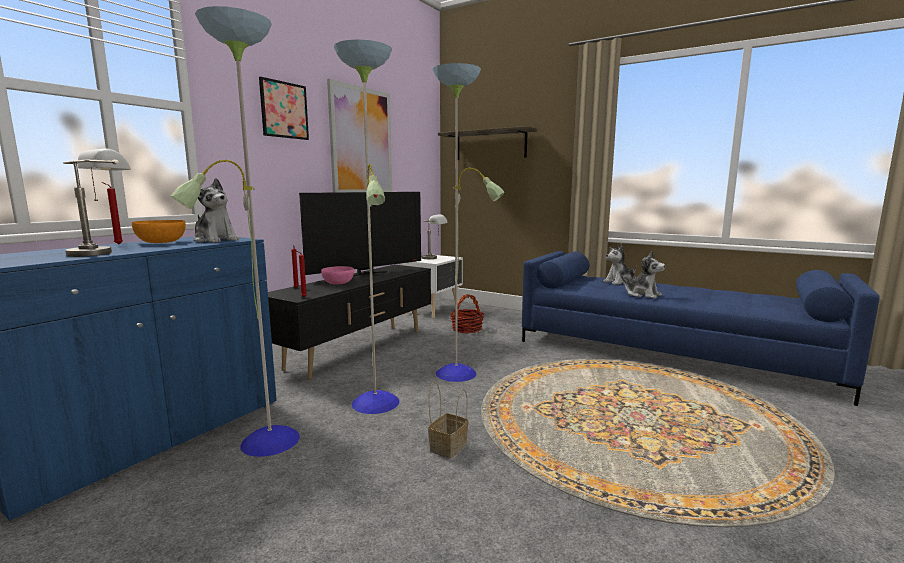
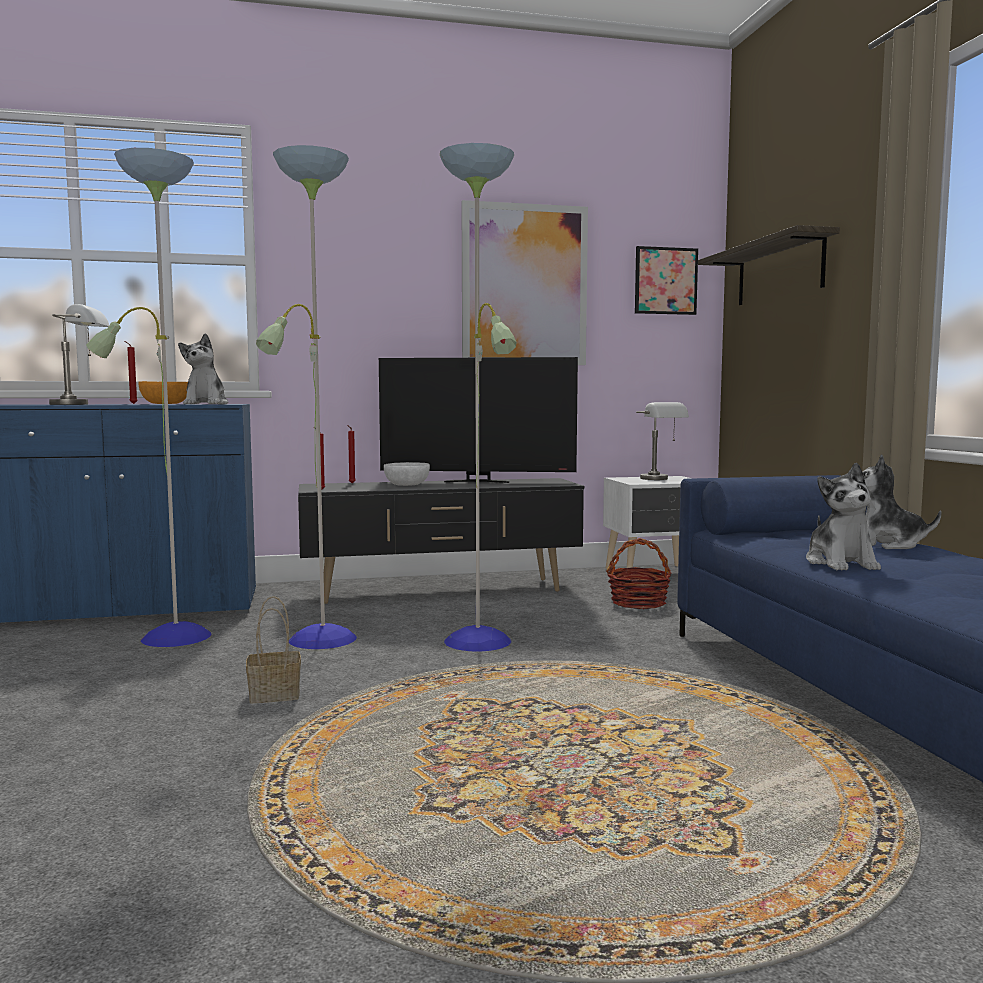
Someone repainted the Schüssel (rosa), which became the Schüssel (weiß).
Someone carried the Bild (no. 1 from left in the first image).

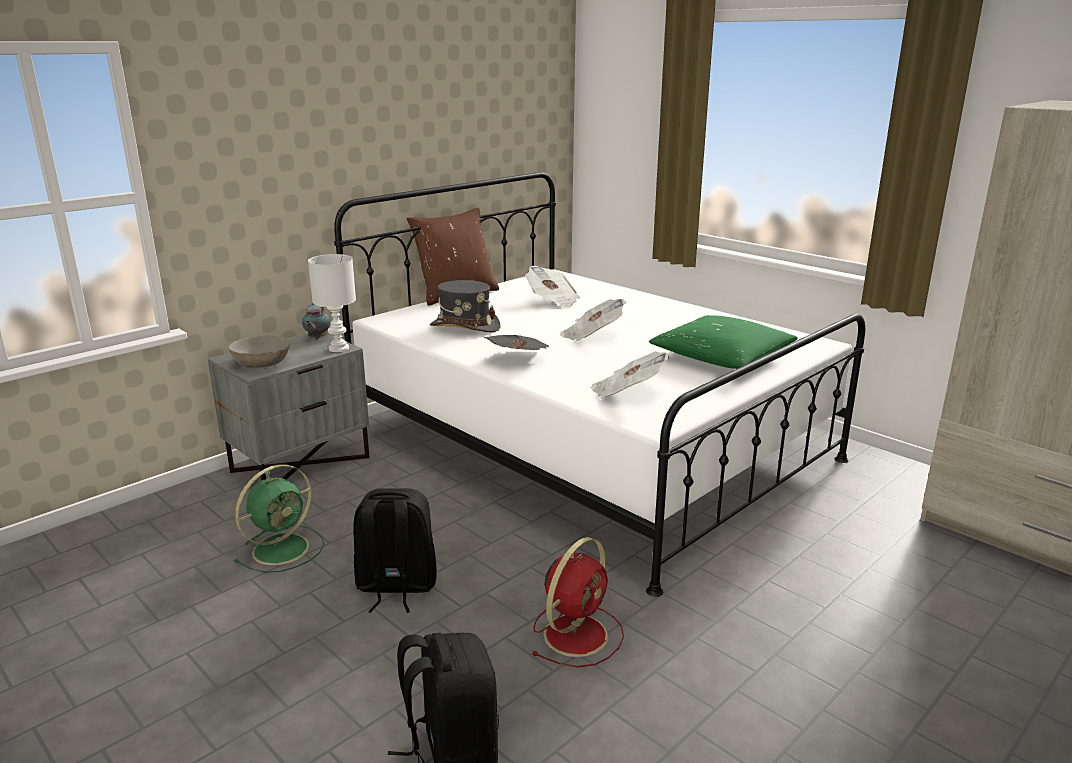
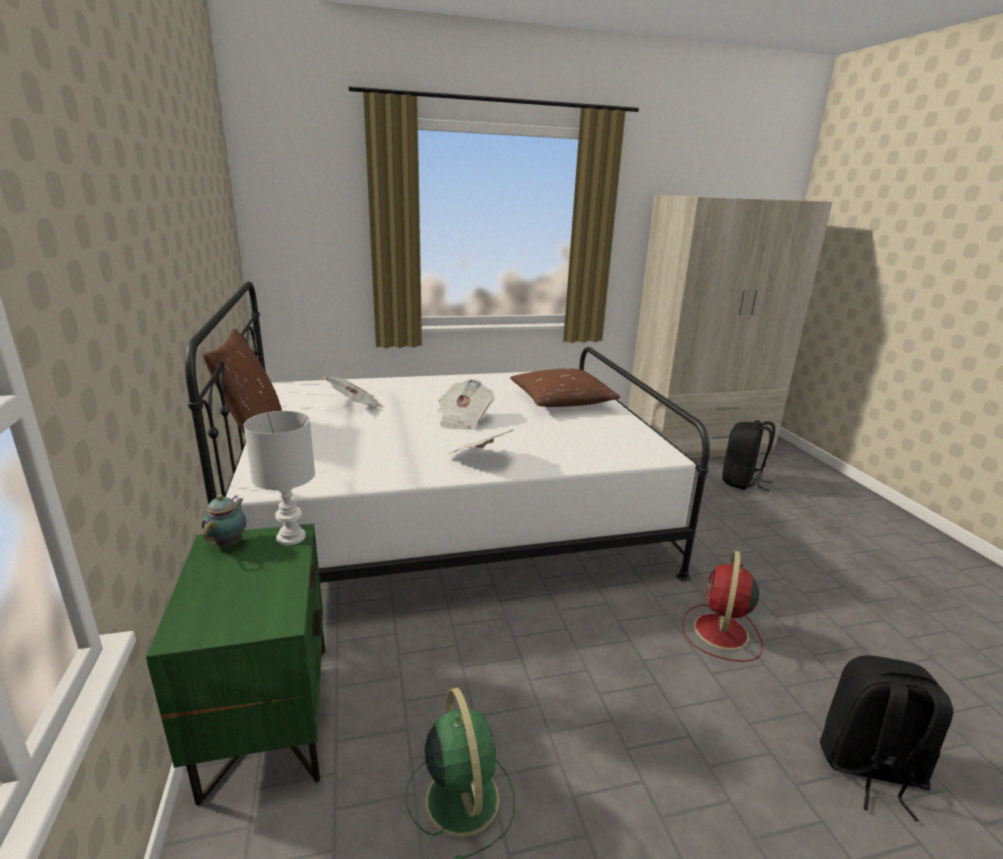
Someone repainted the Nachttisch (grau), which became the Nachttisch (grün).
Someone rotated the Teekanne by 120 degrees counterclockwise.
Someone repainted the Kissen (grün), which became the Kissen (braun) (no. 2 from left).
Someone rotated the Ventilator (rot) by 135 degrees counterclockwise.
Someone carried the Rucksack (schwarz) (no. 1 from left).
Someone took away the Schüssel (grau).
Someone took away the Hut (grau).
Someone took away the Zeitung (no. 4 from left).

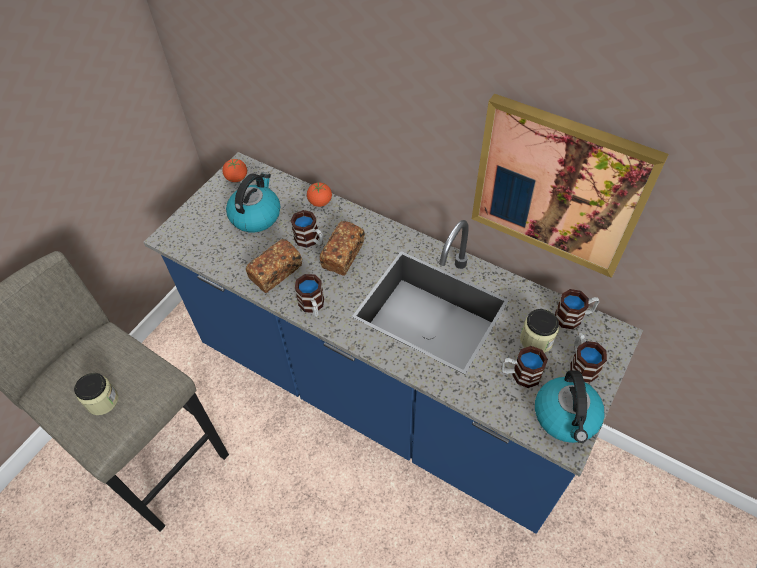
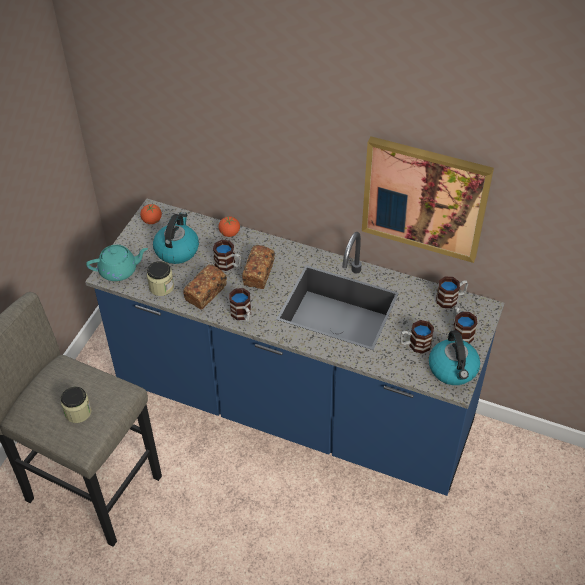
Someone put down the Teekanne (türkis).
Someone carried the Vorratsglas (no. 2 from left).

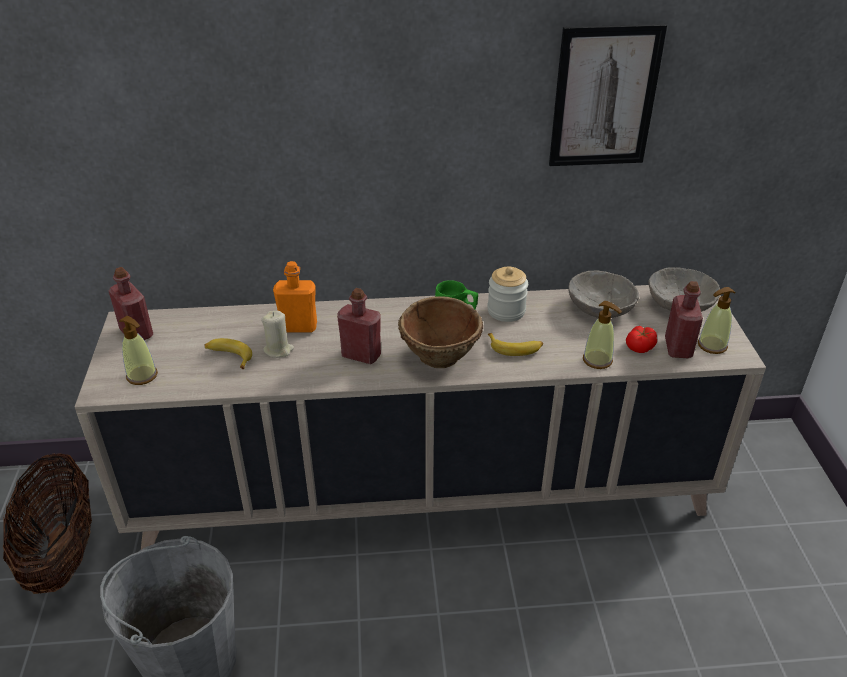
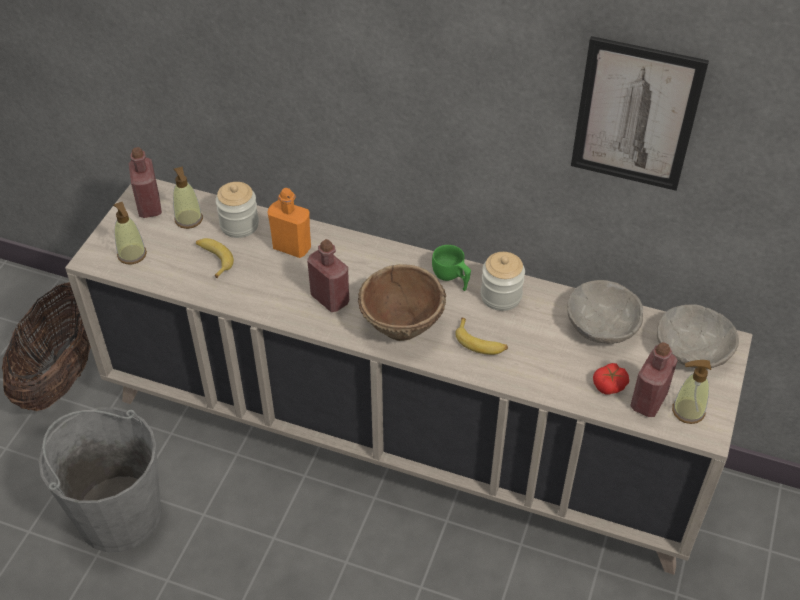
Someone carried the Seifenspender (no. 2 from left).
Someone put down the Vorratsglas (no. 1 from left).
Someone took away the Kerze (beige).

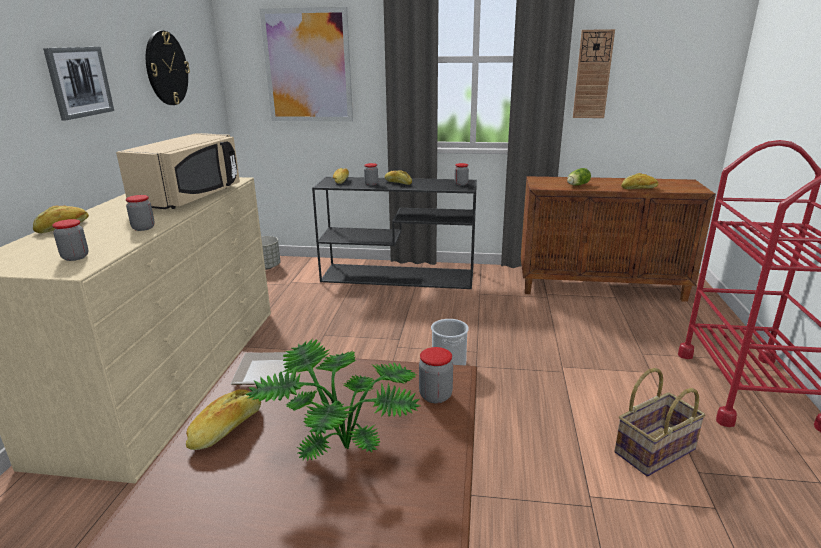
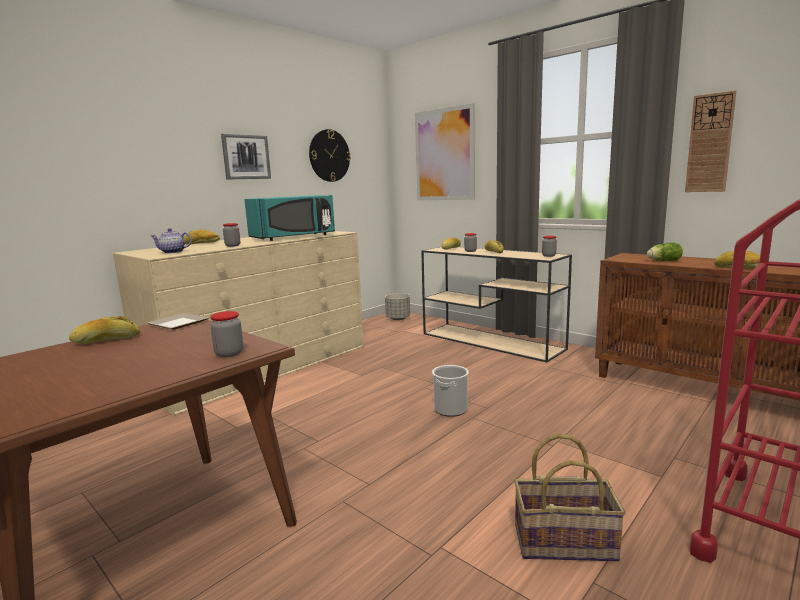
Someone swapped the Vorratsglas (no. 1 from left) for the Teekanne.
Someone repainted the Mikrowelle (beige), which became the Mikrowelle (türkis).
Someone repainted the Konsolentisch (schwarz), which became the Konsolentisch (beige).
Someone took away the Topfpflanze.

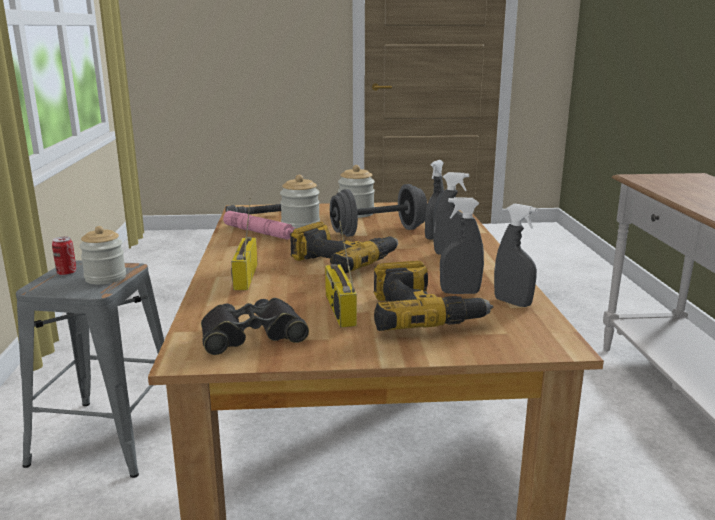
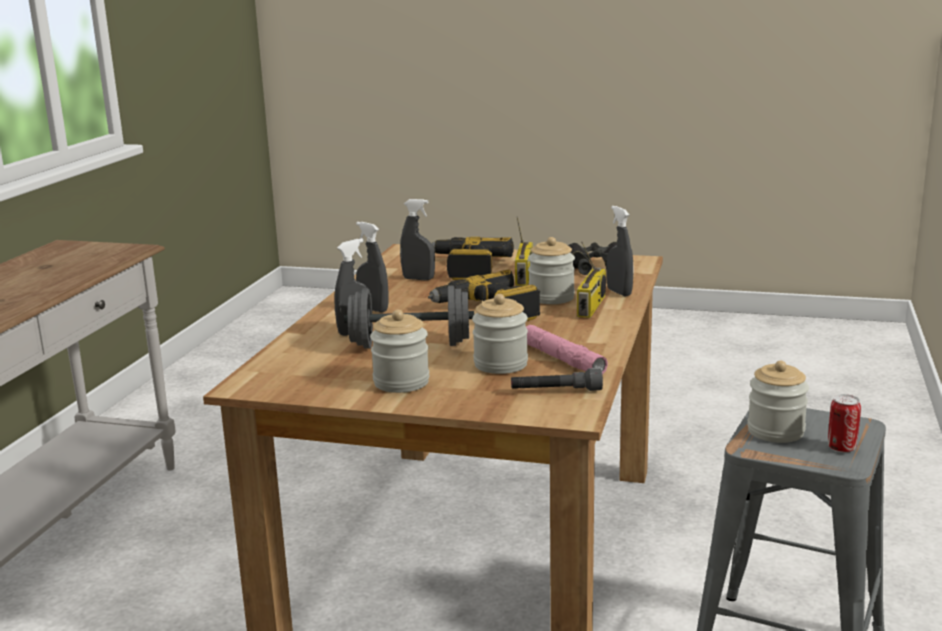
Someone put down the Vorratsglas (no. 3 from left).
Someone carried the Sprühflasche (grau) (no. 4 from left).

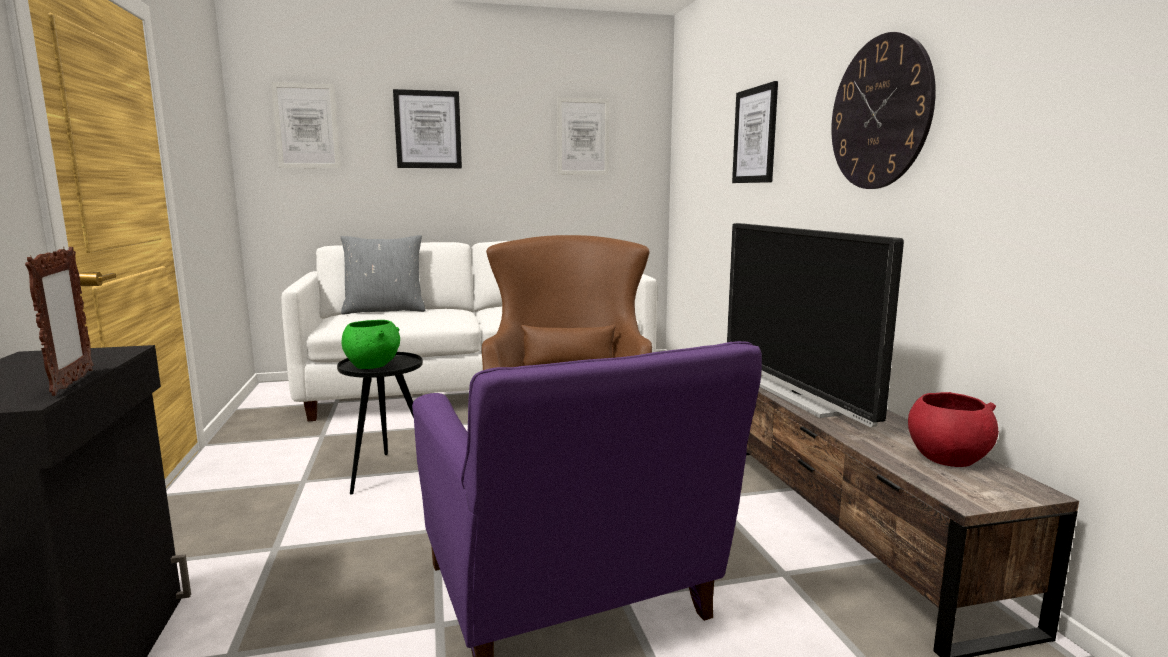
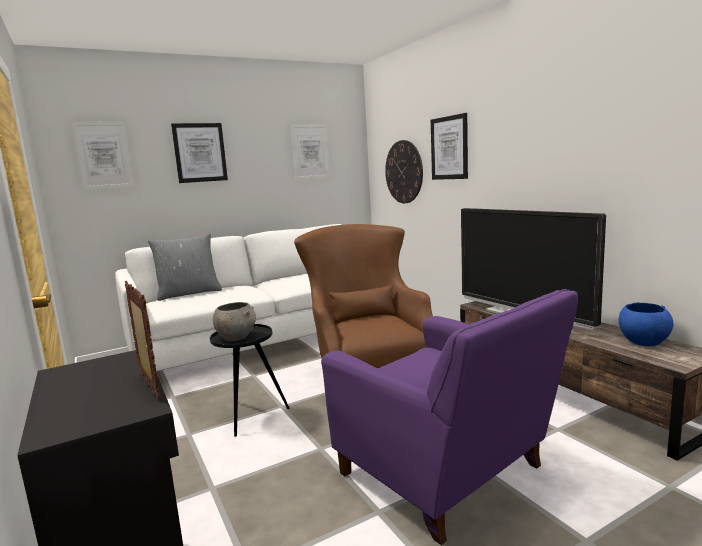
Someone repainted the Schüssel (grün), which became the Schüssel (grau).
Someone carried the Wanduhr.
Someone repainted the Schüssel (rot), which became the Schüssel (blau).

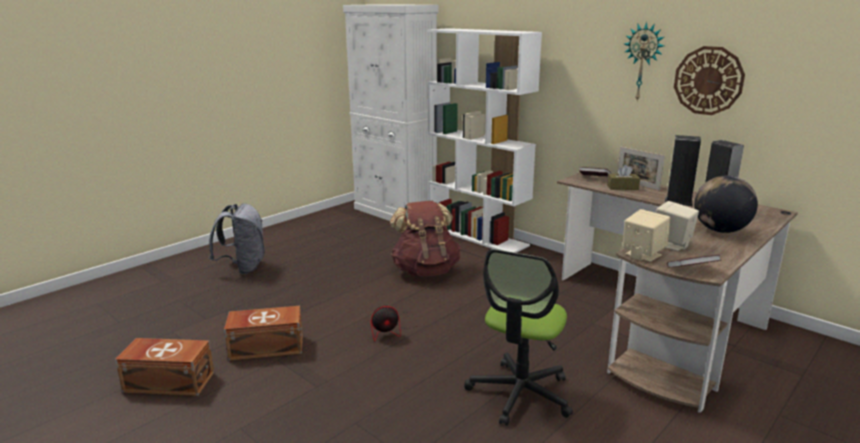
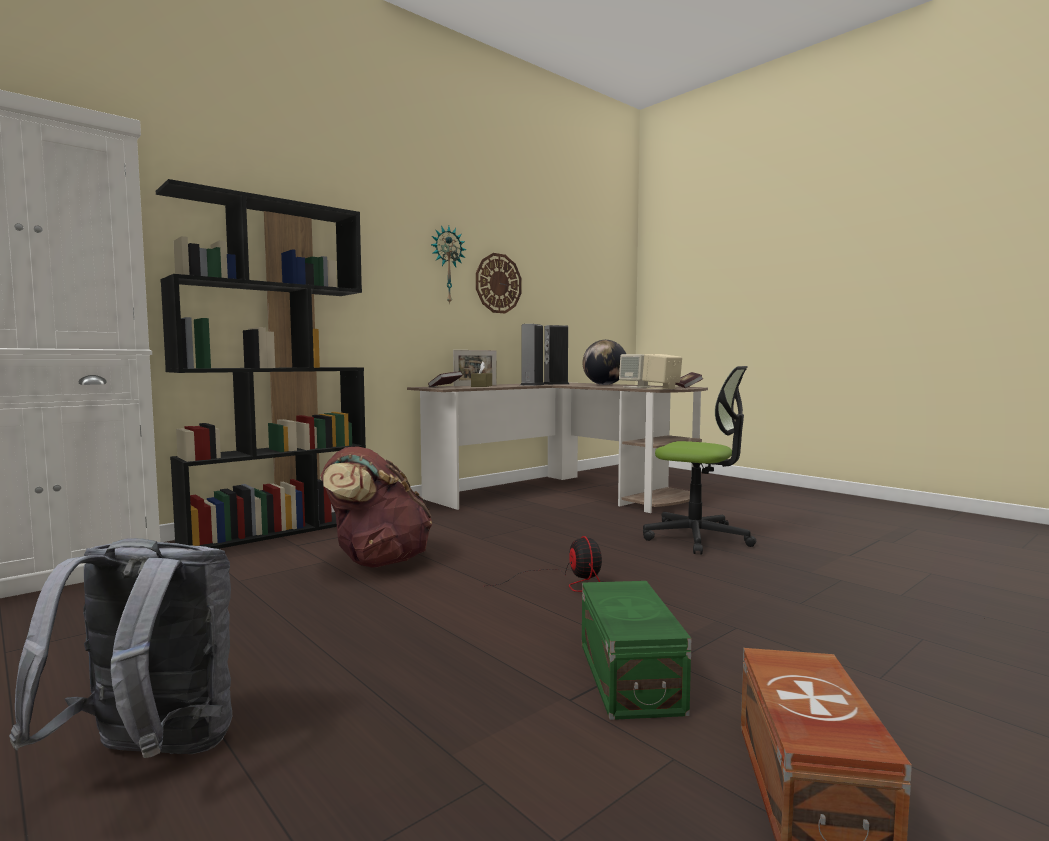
Someone repainted the Bücherregal (weiß), which became the Bücherregal (schwarz).
Someone repainted the Aufbewahrungsbox (braun) (no. 2 from left), which became the Aufbewahrungsbox (grün).

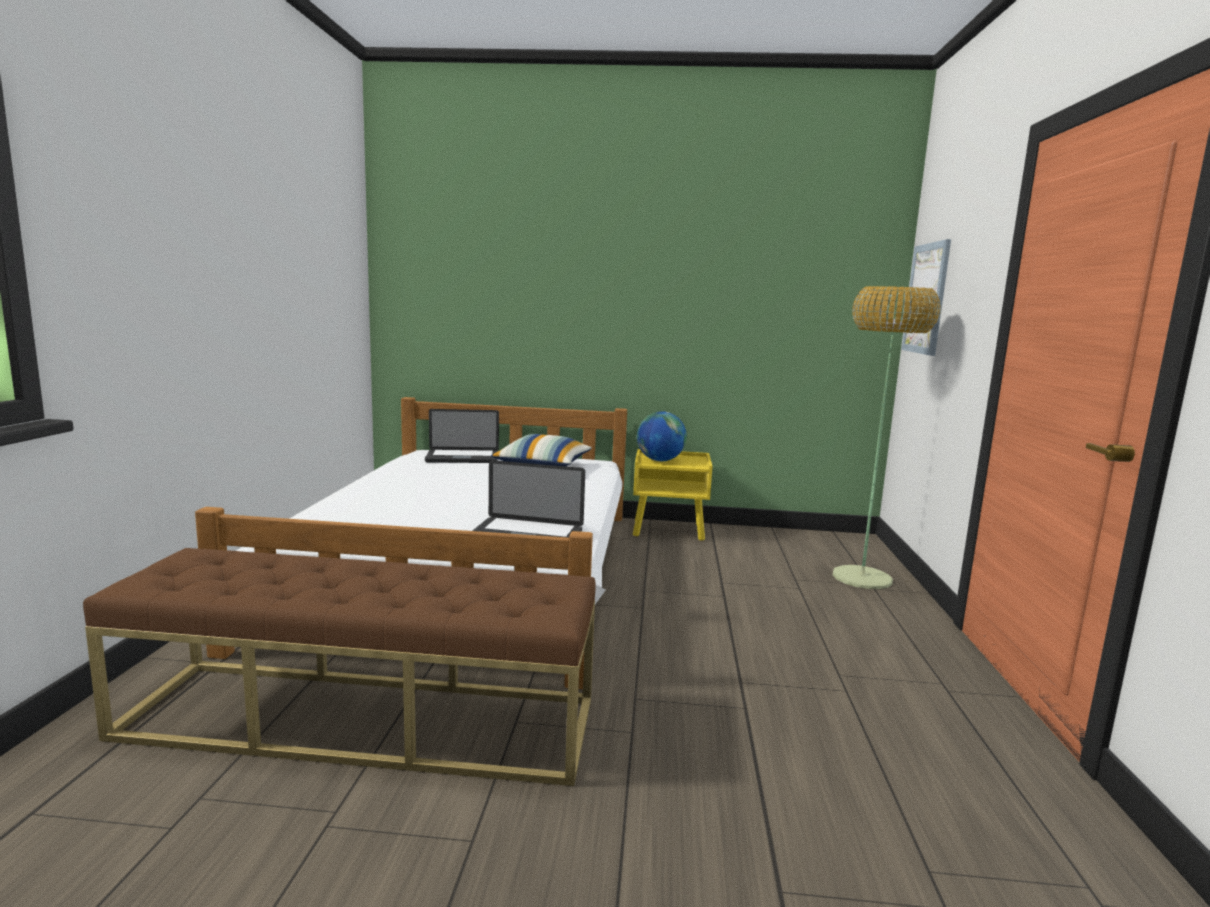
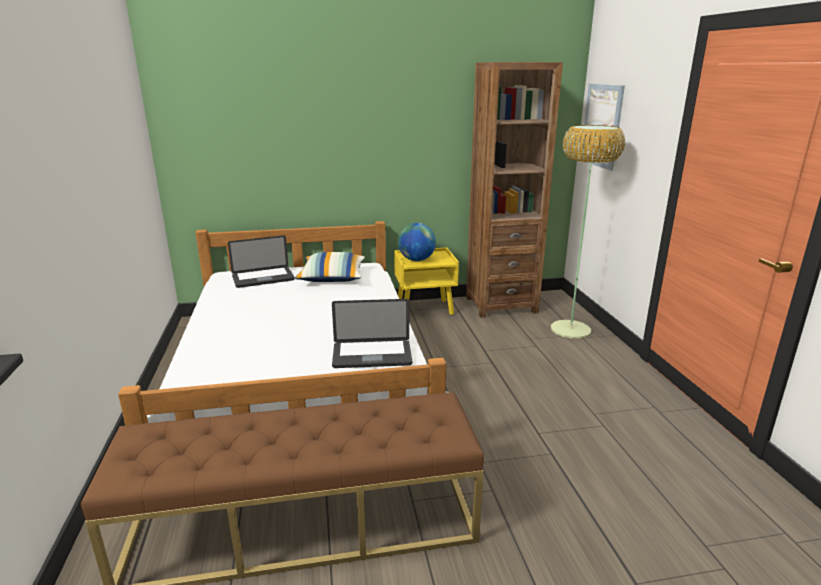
Someone put down the Bücherregal (braun).

